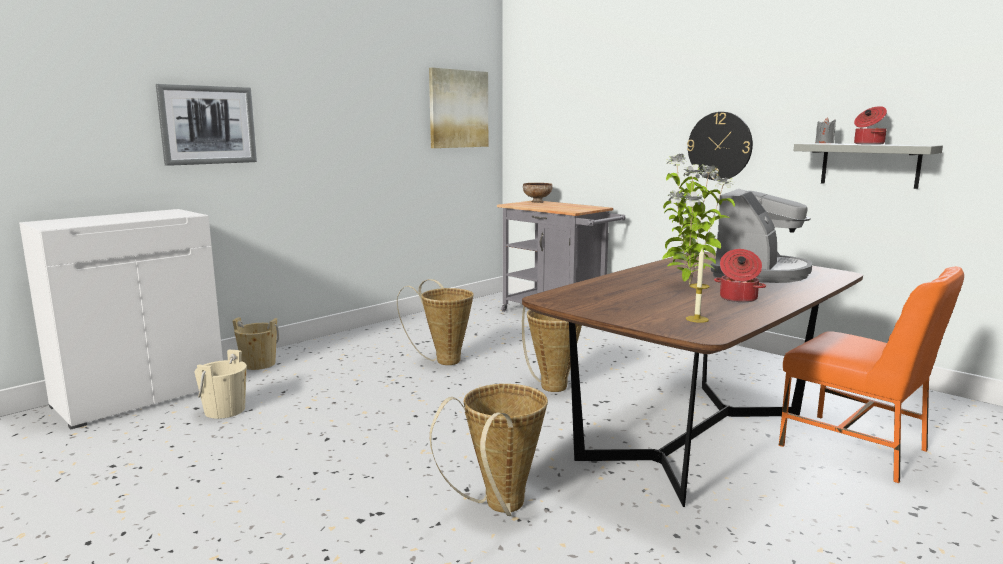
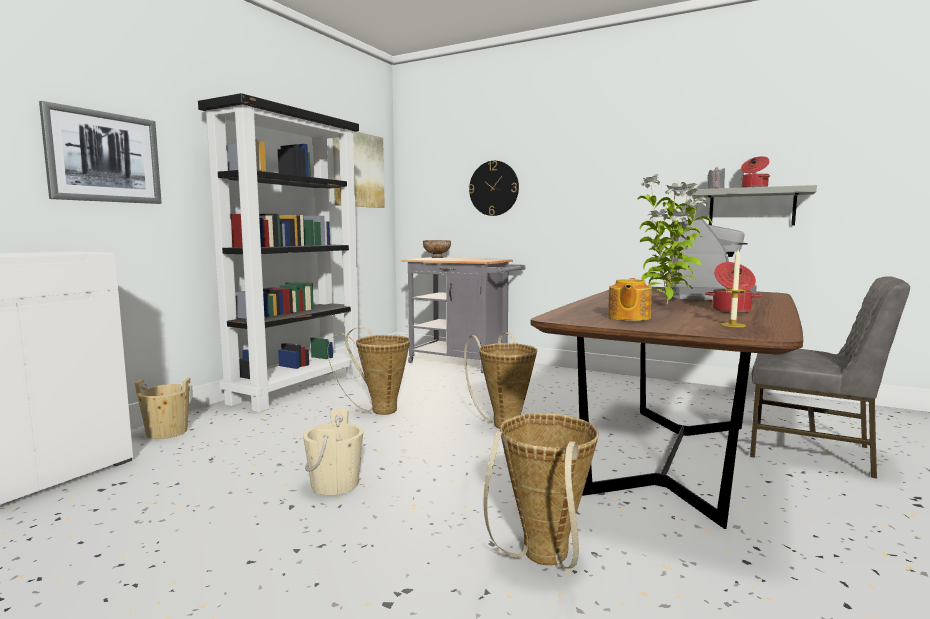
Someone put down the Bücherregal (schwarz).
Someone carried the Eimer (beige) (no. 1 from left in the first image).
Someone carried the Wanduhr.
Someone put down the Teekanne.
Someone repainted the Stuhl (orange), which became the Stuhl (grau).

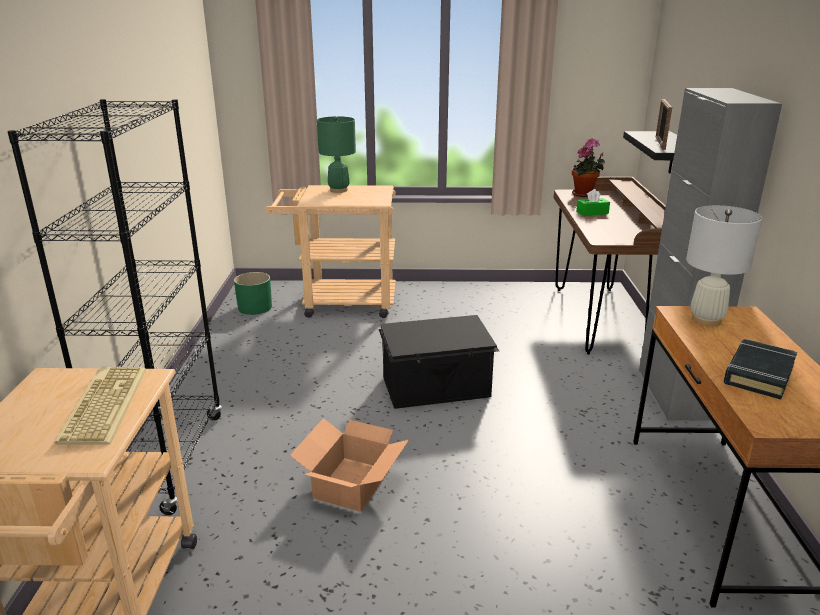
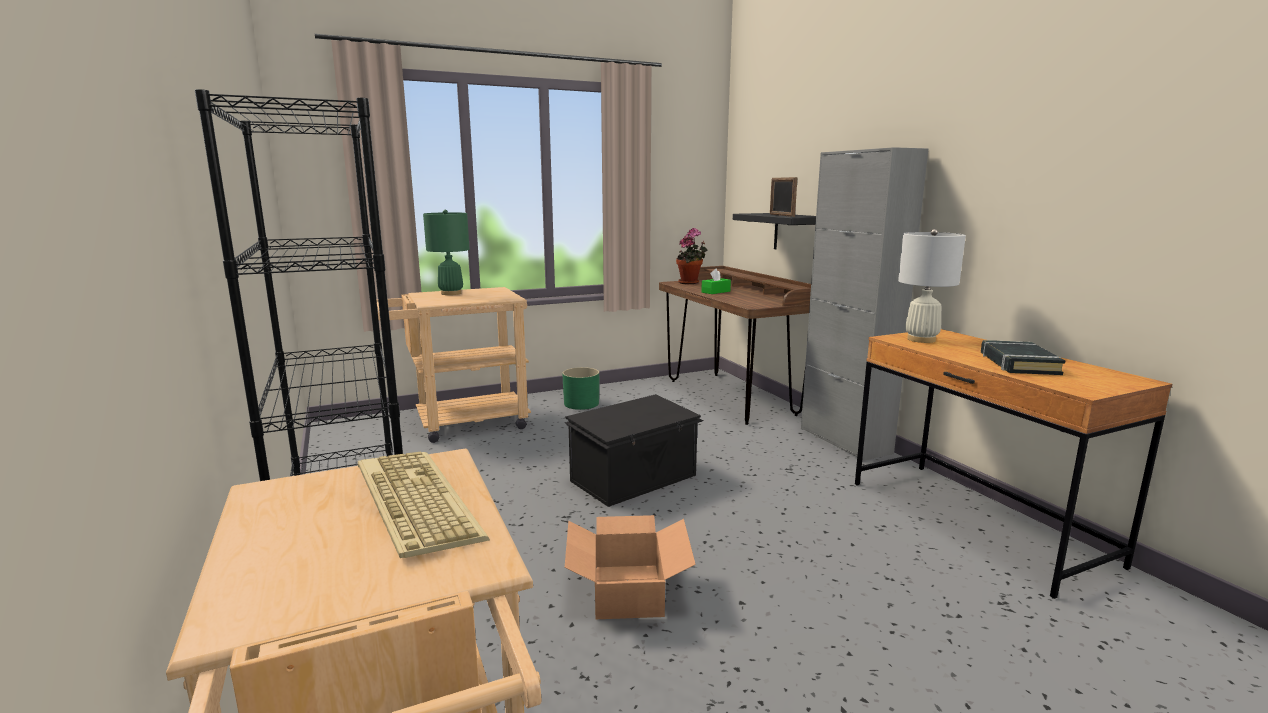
Someone carried the Pflanzkübel (grün).

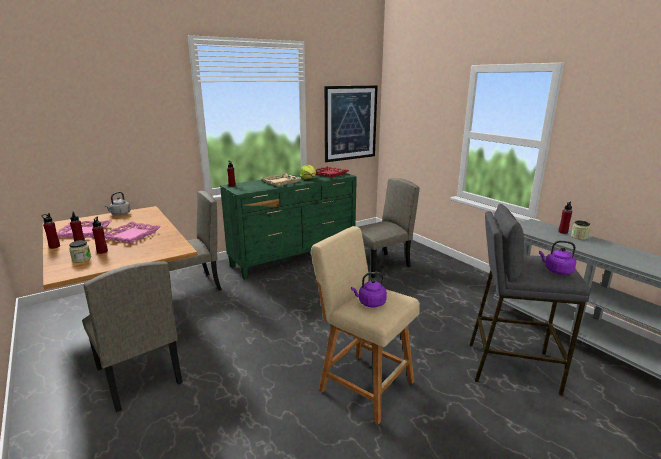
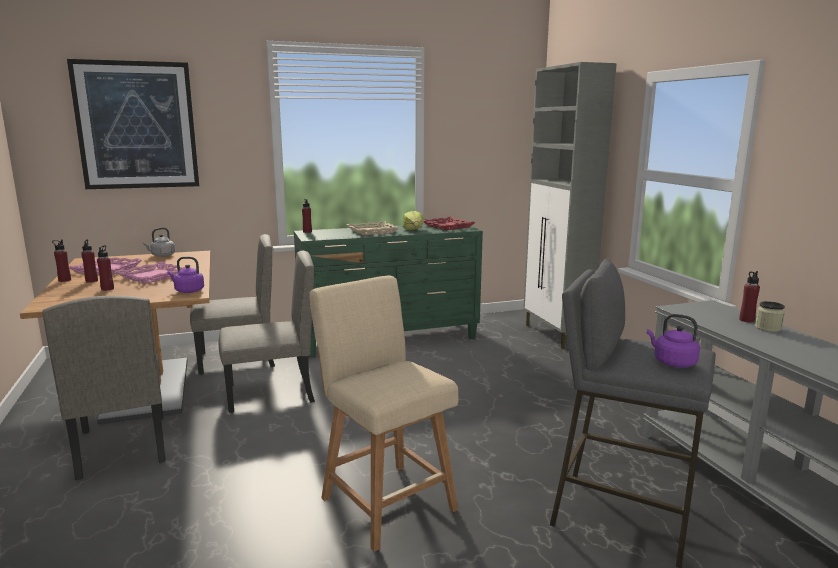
Someone carried the Bild.
Someone carried the Wasserkessel (lila) (no. 1 from left).
Someone carried the Stuhl (beige) (no. 3 from left).
Someone put down the Schrank (grau).
Someone took away the Vorratsglas (no. 1 from left).

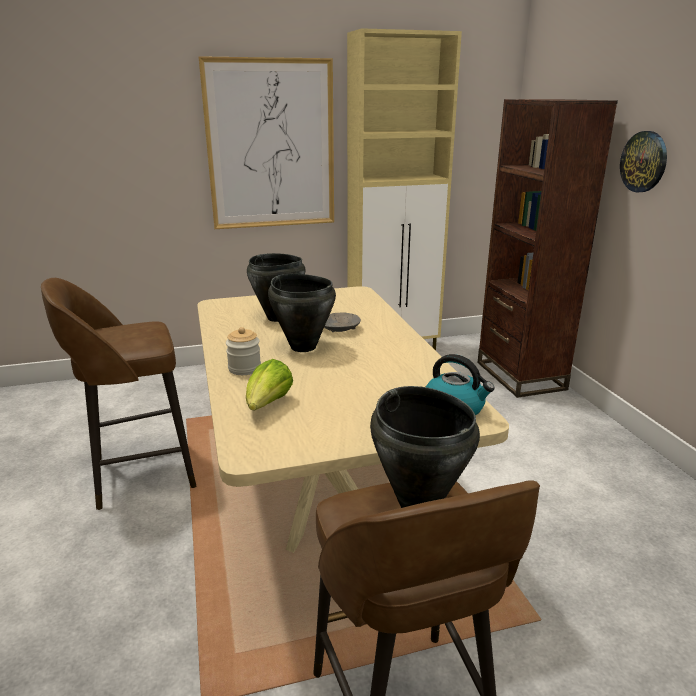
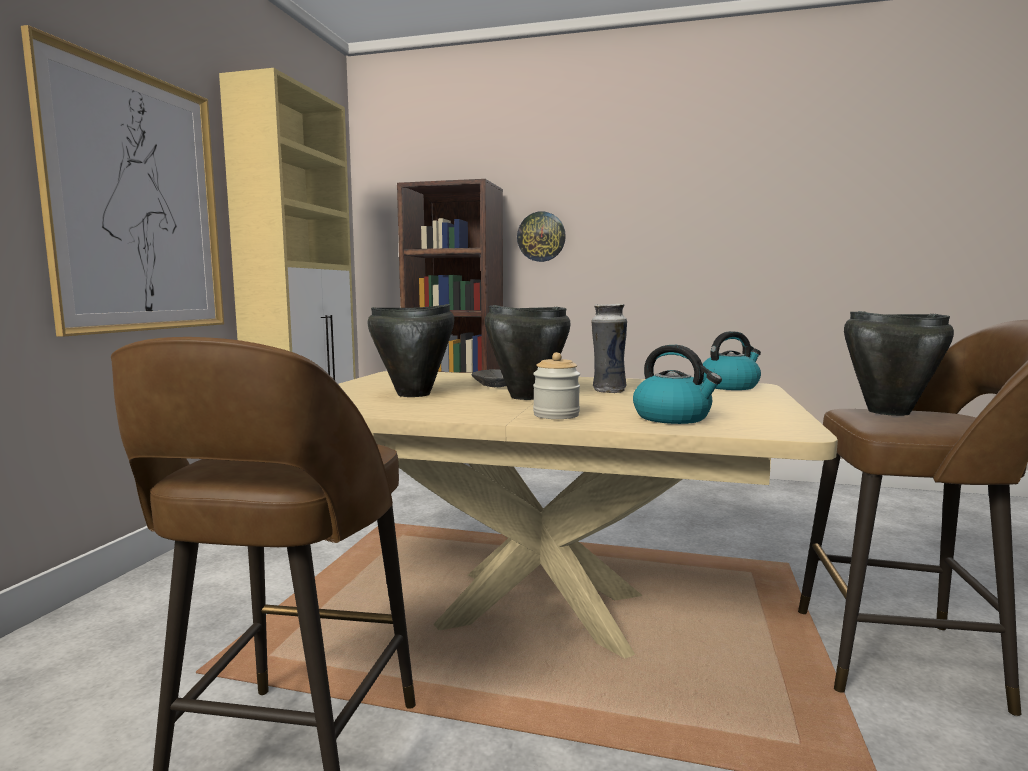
Someone put down the Vase.
Someone swapped the Salatkopf for the Wasserkessel (no. 1 from left).

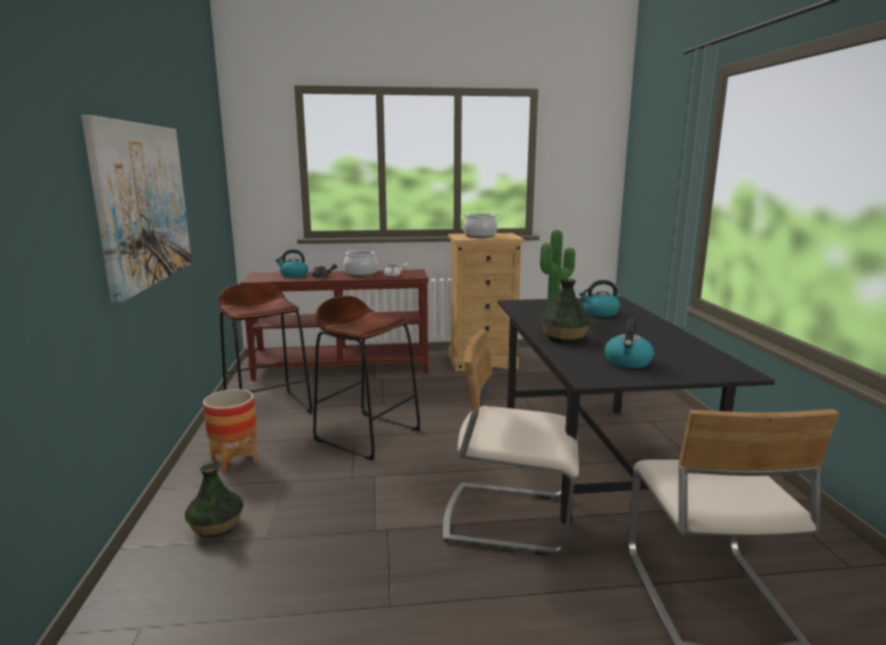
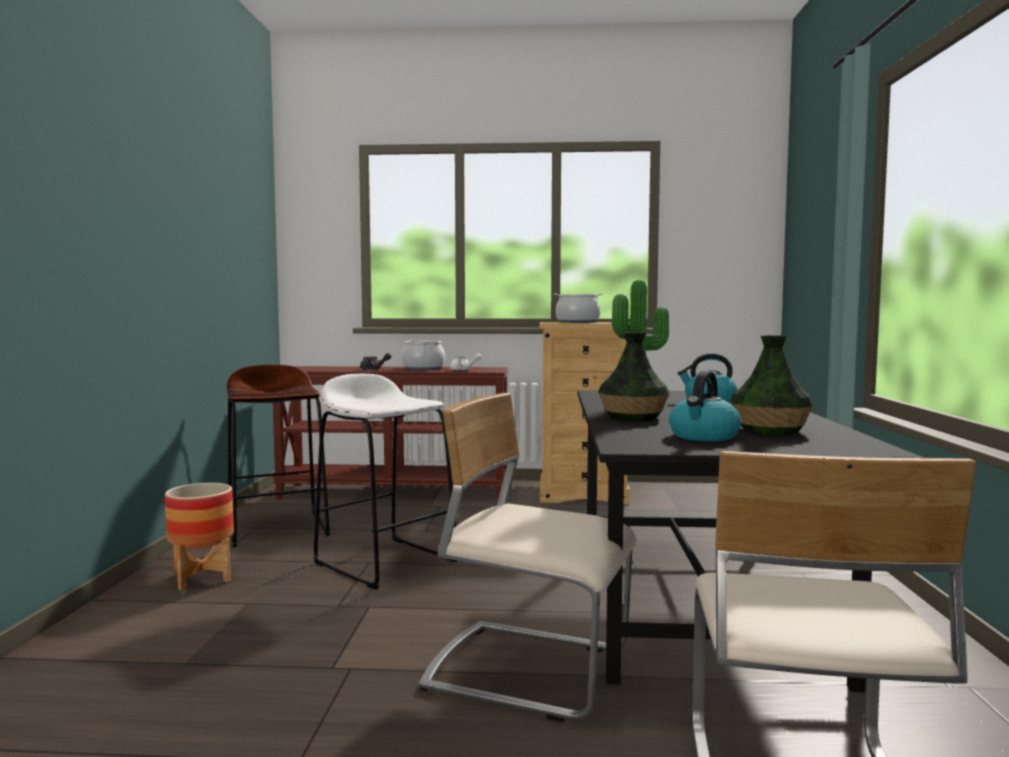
Someone repainted the Hocker (braun) (no. 2 from left), which became the Hocker (weiß).
Someone carried the Vase (no. 1 from left in the first image).
Someone took away the Bild.
Someone took away the Wasserkessel (no. 1 from left).

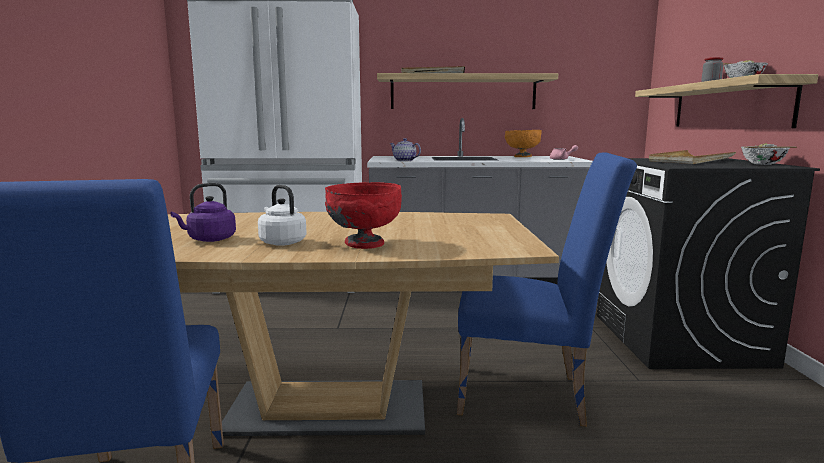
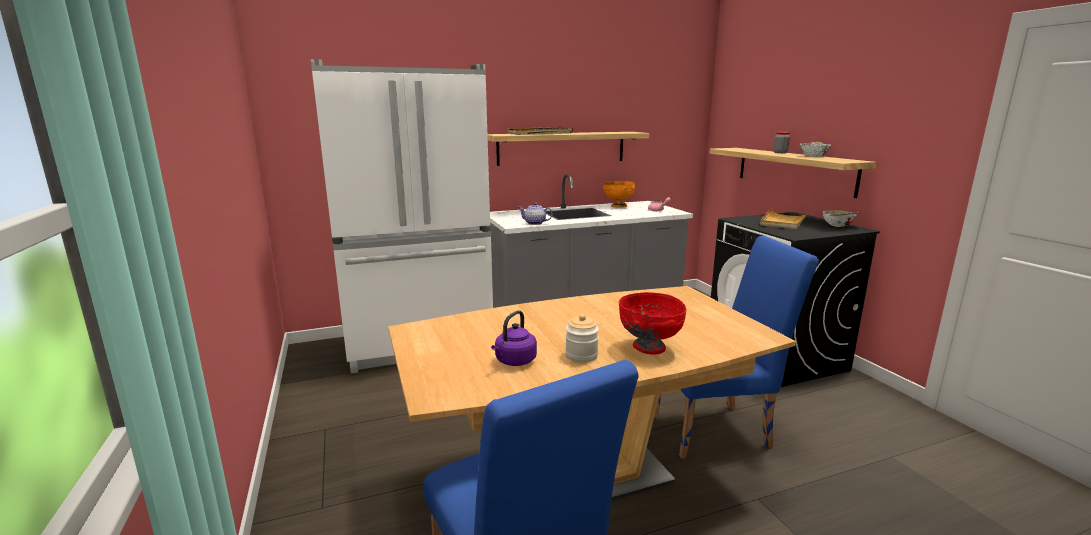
Someone swapped the Wasserkessel (weiß) for the Vorratsglas (no. 1 from left).

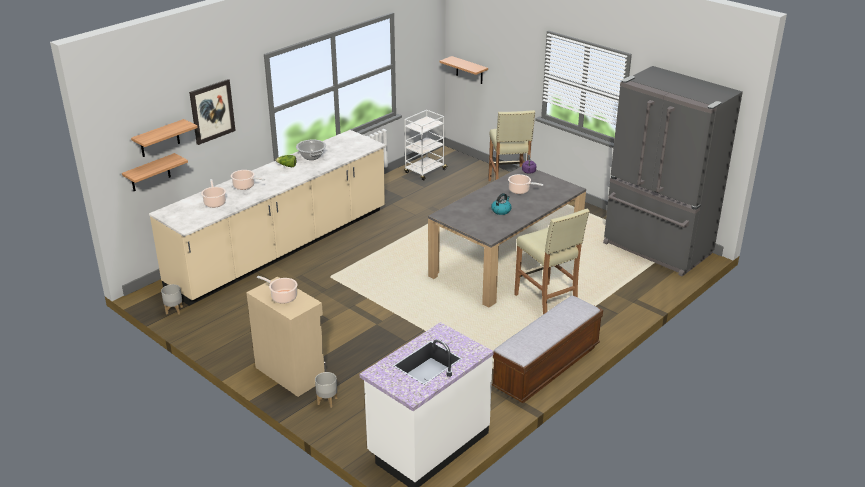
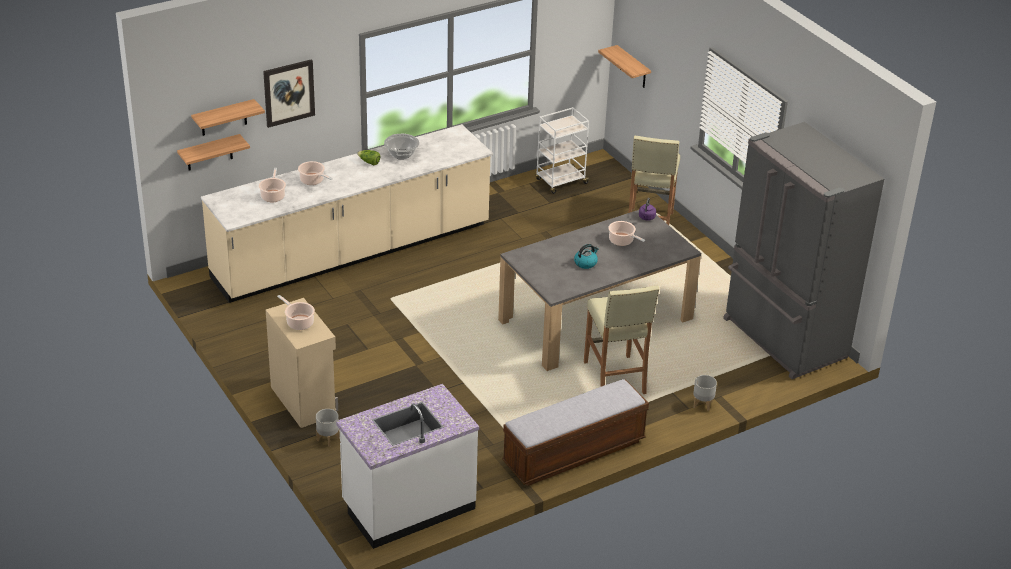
Someone carried the Pflanzkübel (grau) (no. 1 from left in the first image).

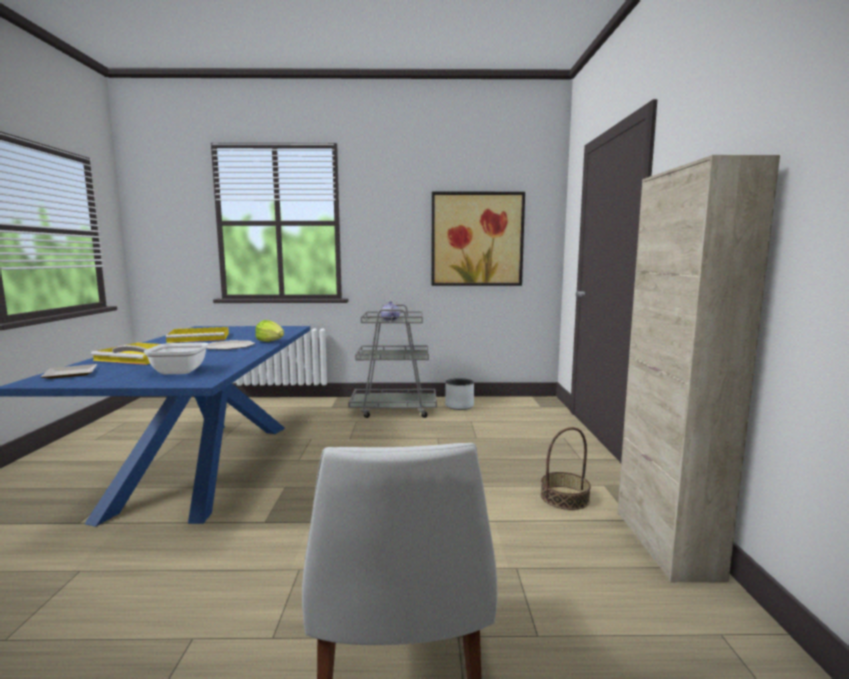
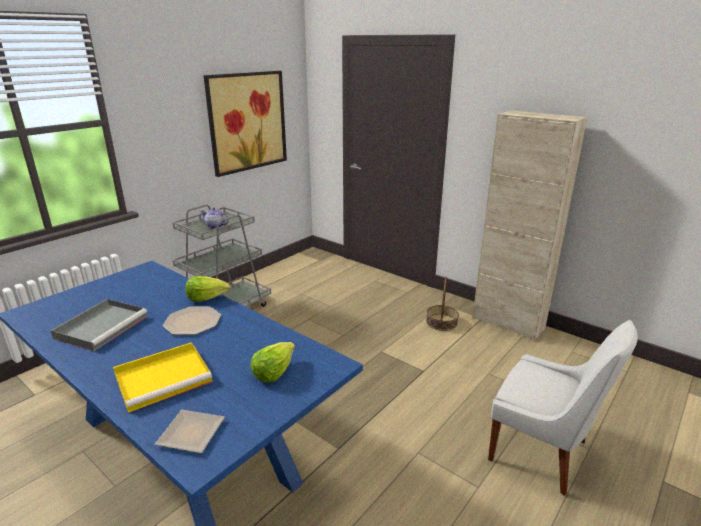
Someone repainted the Tablett (gelb) (no. 2 from left), which became the Tablett (grau).
Someone swapped the Pfanne for the Salatkopf (no. 2 from left).
Someone took away the Pflanzkübel (grau).

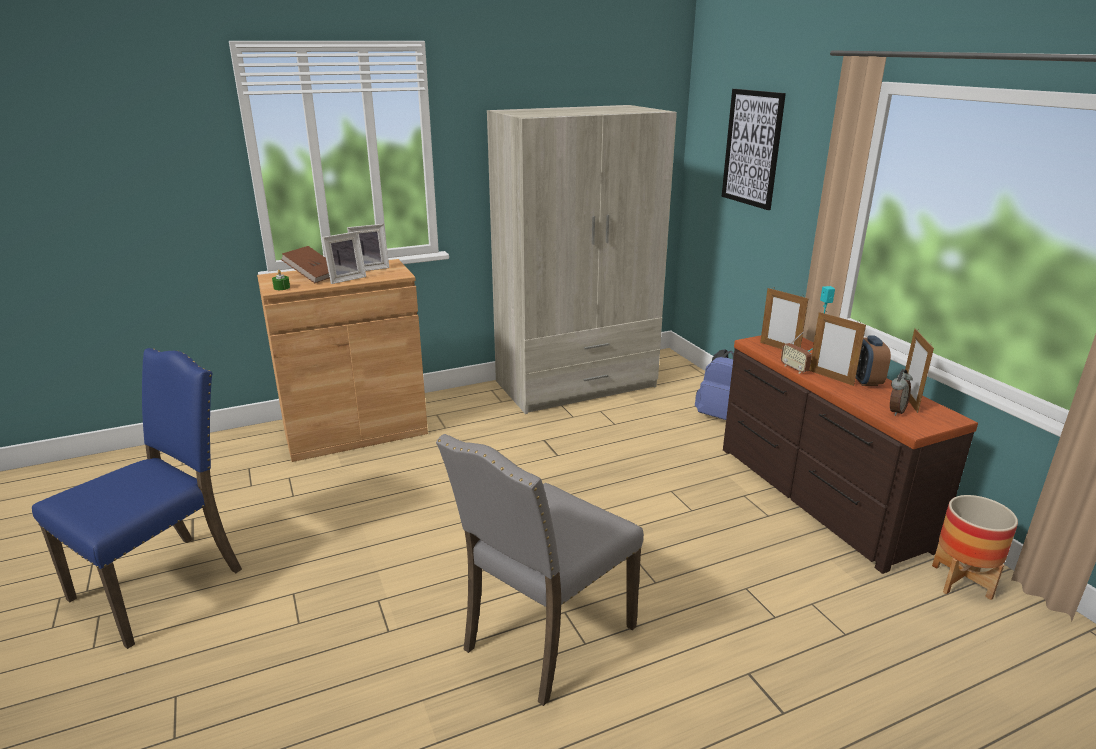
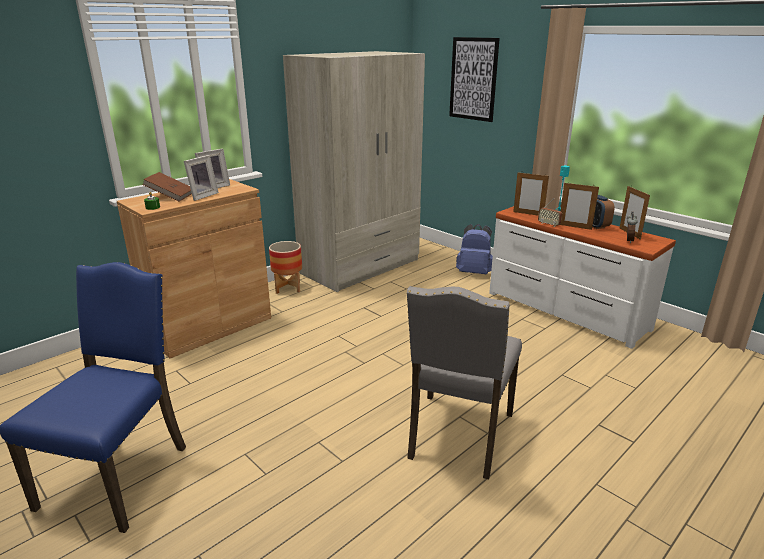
Someone carried the Pflanzkübel.
Someone repainted the Kommode (braun), which became the Kommode (weiß).

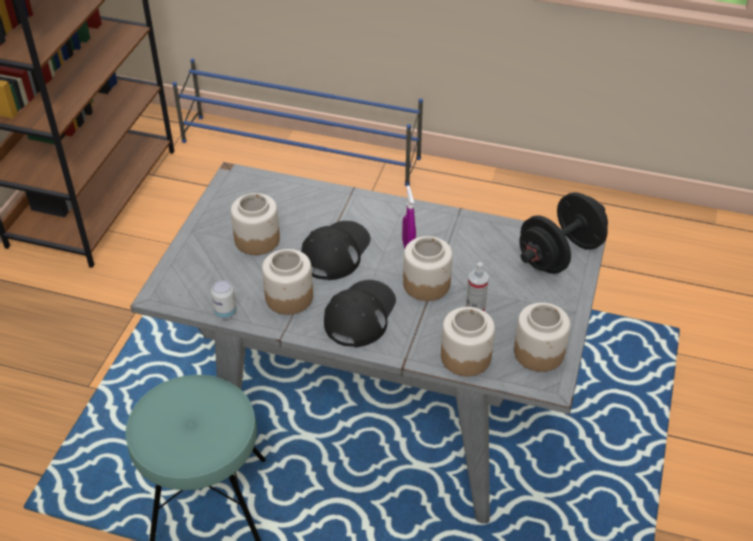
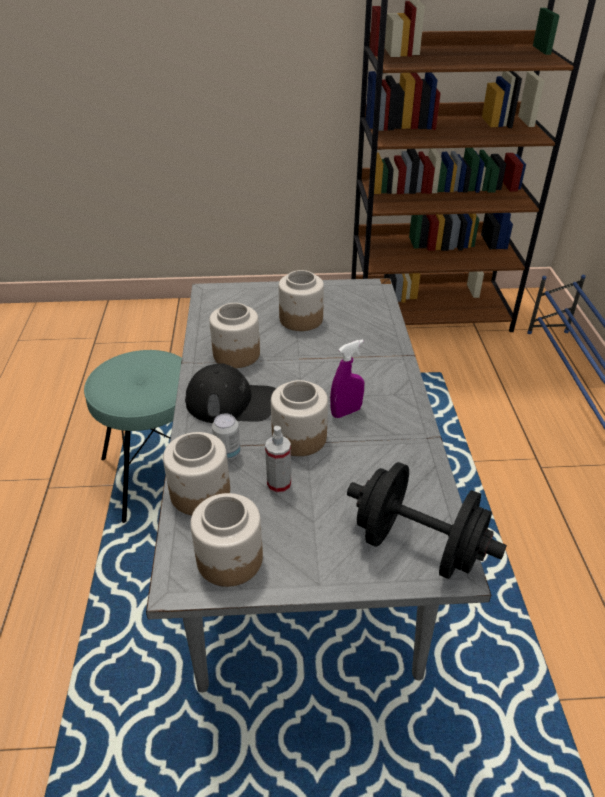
Someone carried the Dose.
Someone took away the Kappe (schwarz) (no. 1 from left).

